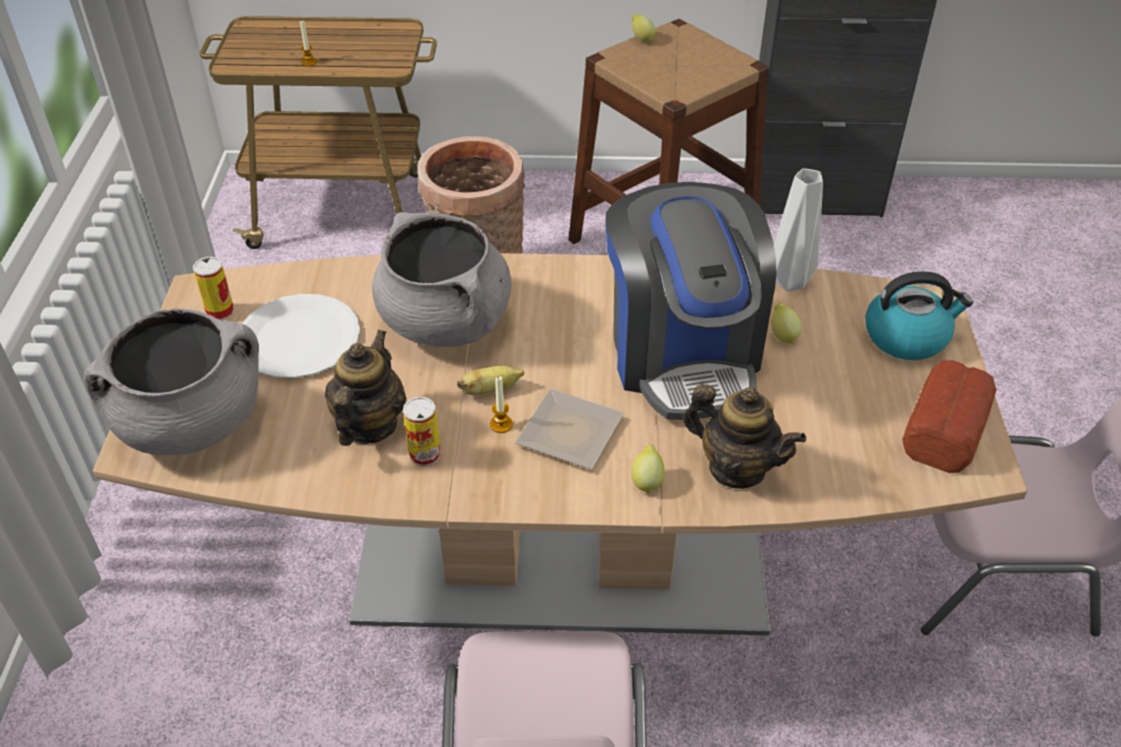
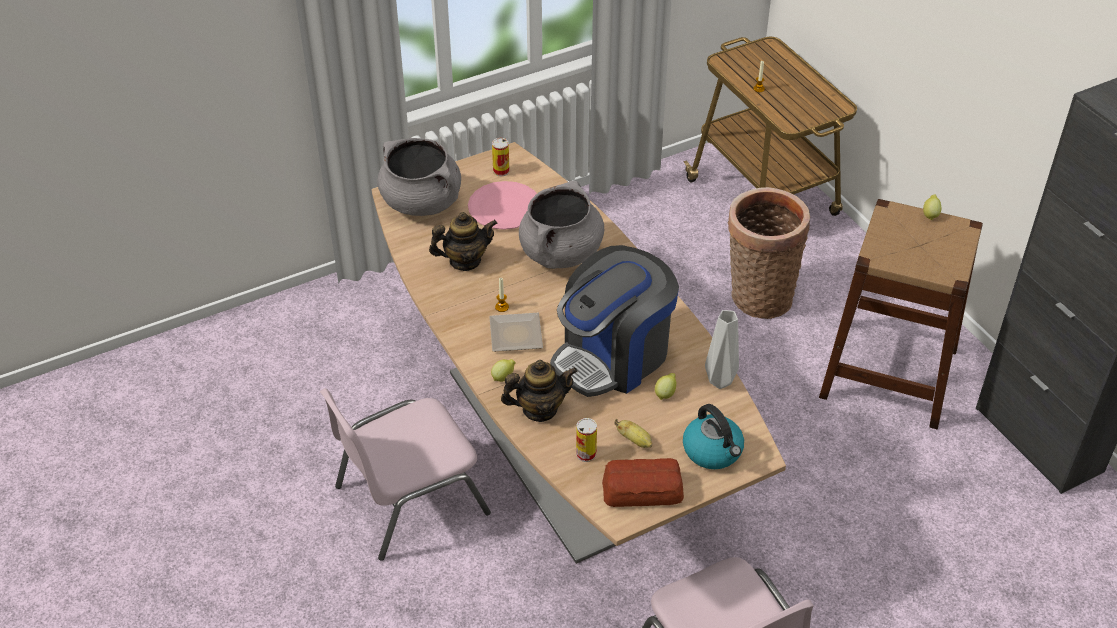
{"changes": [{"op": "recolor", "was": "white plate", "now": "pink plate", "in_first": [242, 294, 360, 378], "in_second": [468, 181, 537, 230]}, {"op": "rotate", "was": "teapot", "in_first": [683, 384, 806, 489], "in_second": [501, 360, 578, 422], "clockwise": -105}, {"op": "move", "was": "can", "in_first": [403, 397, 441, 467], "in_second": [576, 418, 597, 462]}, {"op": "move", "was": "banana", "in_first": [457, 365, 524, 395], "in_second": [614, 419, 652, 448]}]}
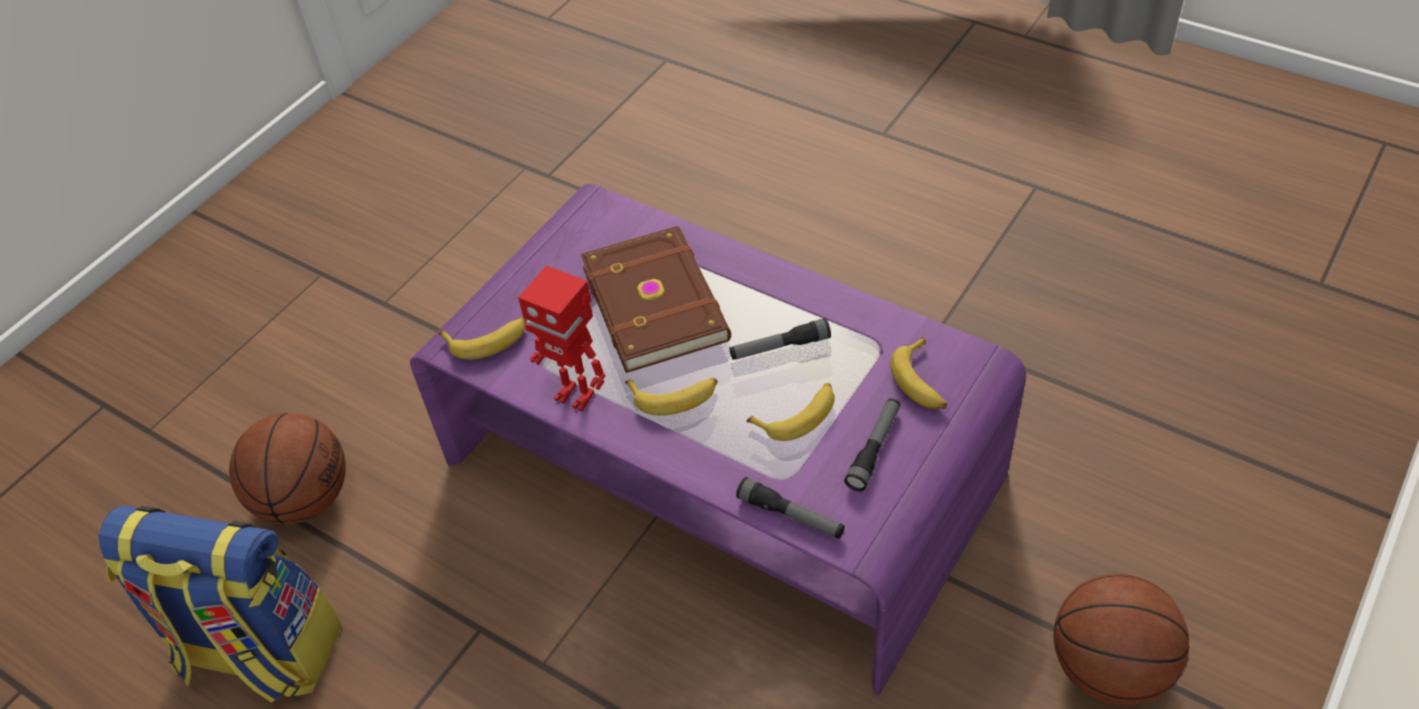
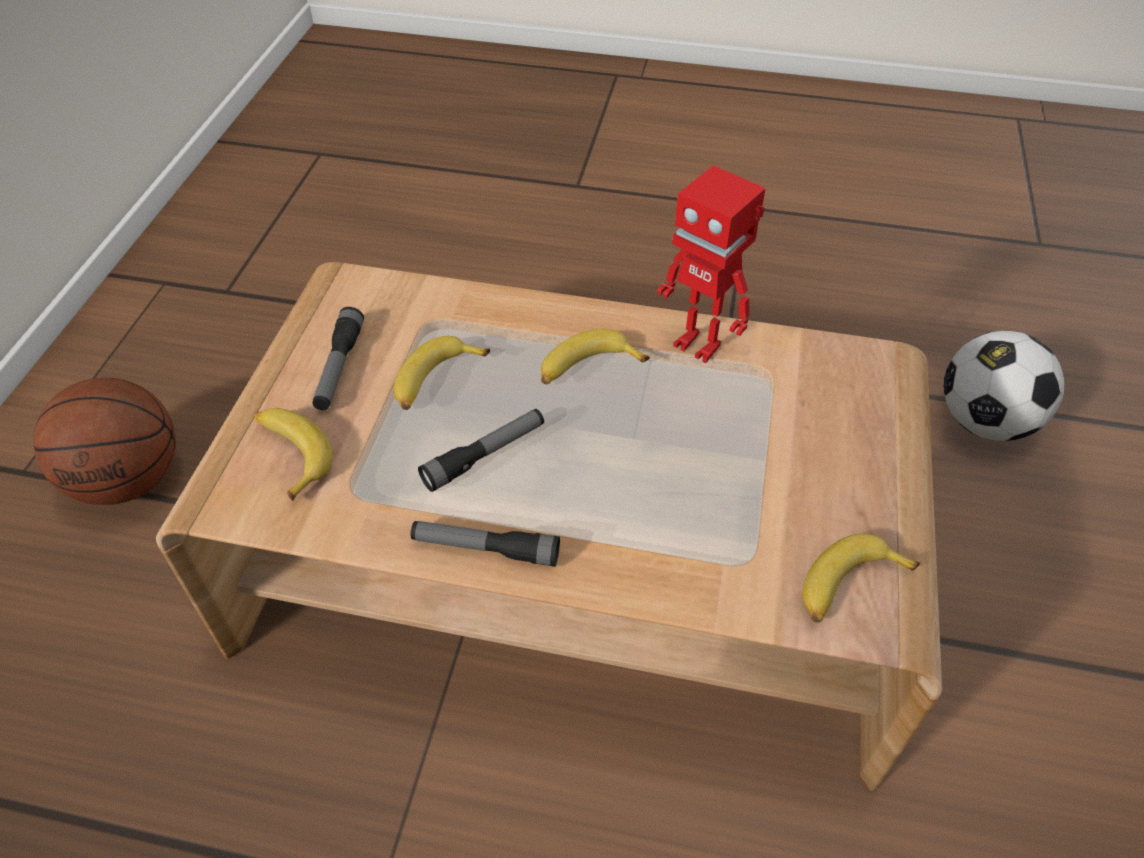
{"changes": [{"op": "recolor", "was": "purple coffee table", "now": "brown coffee table", "in_first": [410, 184, 1026, 696], "in_second": [156, 262, 942, 792]}, {"op": "move", "was": "flashlight", "in_first": [736, 477, 845, 539], "in_second": [411, 521, 560, 567]}, {"op": "rotate", "was": "toy robot", "in_first": [518, 265, 606, 412], "in_second": [657, 166, 766, 363], "clockwise": -150}, {"op": "move", "was": "banana", "in_first": [438, 317, 527, 360], "in_second": [802, 534, 920, 623]}, {"op": "replace", "was": "basketball", "now": "football", "in_first": [229, 413, 346, 524], "in_second": [943, 331, 1064, 441]}, {"op": "delete", "was": "backpack", "in_first": [98, 506, 341, 703]}, {"op": "delete", "was": "brown book", "in_first": [580, 226, 731, 373]}]}
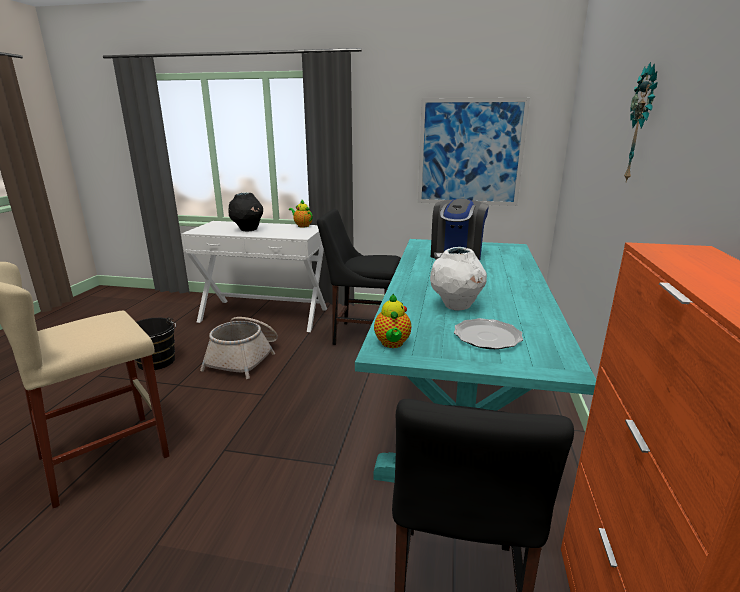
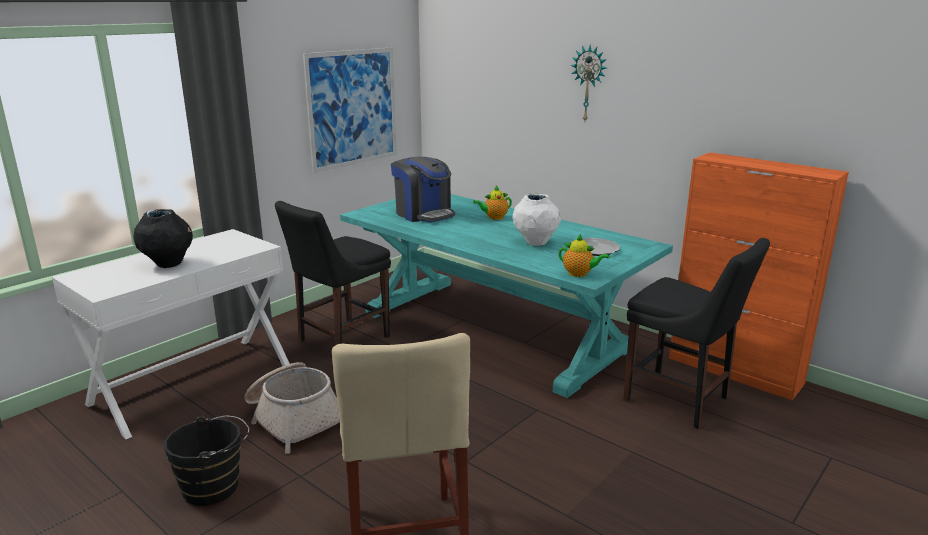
{"changes": [{"op": "move", "was": "teapot", "in_first": [289, 200, 313, 228], "in_second": [473, 186, 512, 220]}]}
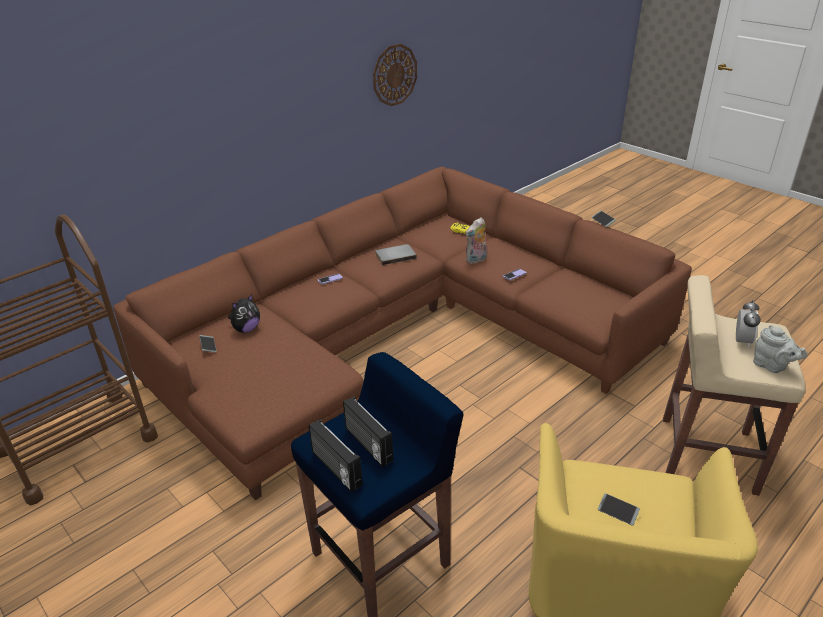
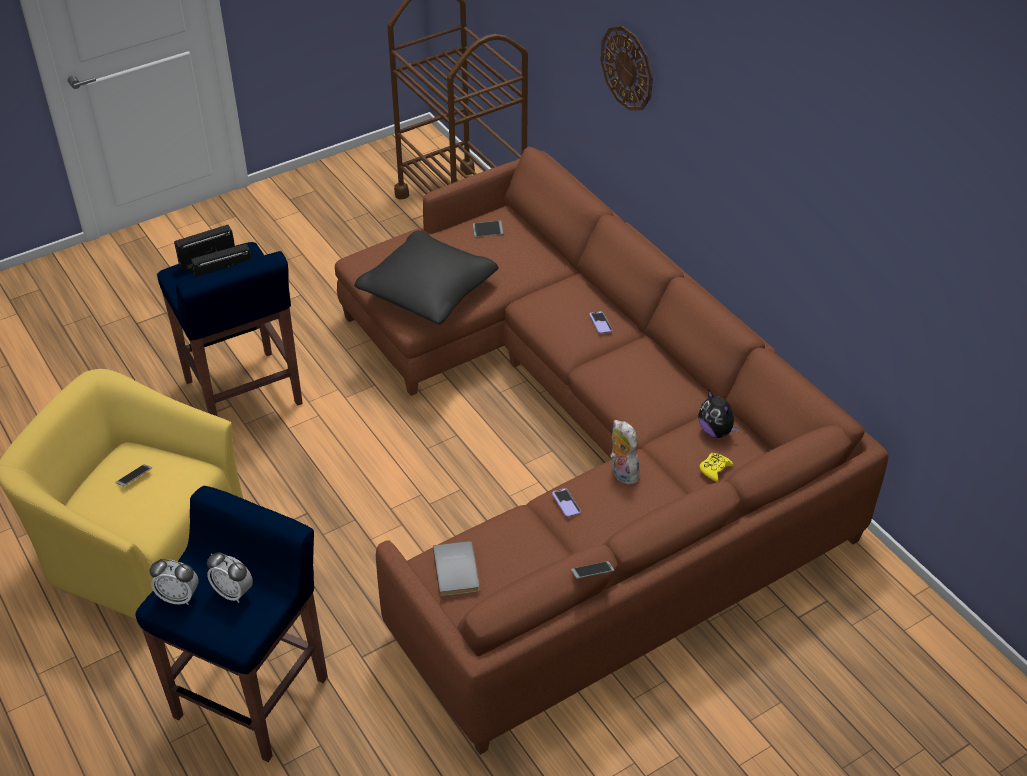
{"changes": [{"op": "recolor", "was": "beige stool", "now": "blue stool", "in_first": [663, 275, 806, 496], "in_second": [135, 486, 328, 762]}, {"op": "replace", "was": "grey teapot", "now": "alarm clock", "in_first": [753, 325, 807, 373], "in_second": [149, 559, 198, 605]}, {"op": "insert", "now": "black pillow", "in_second": [354, 231, 499, 325]}, {"op": "move", "was": "grey book", "in_first": [375, 244, 417, 265], "in_second": [433, 541, 479, 596]}, {"op": "move", "was": "wall clock", "in_first": [373, 43, 417, 106], "in_second": [600, 26, 653, 111]}, {"op": "move", "was": "plush toy", "in_first": [228, 294, 260, 332], "in_second": [698, 390, 740, 438]}]}
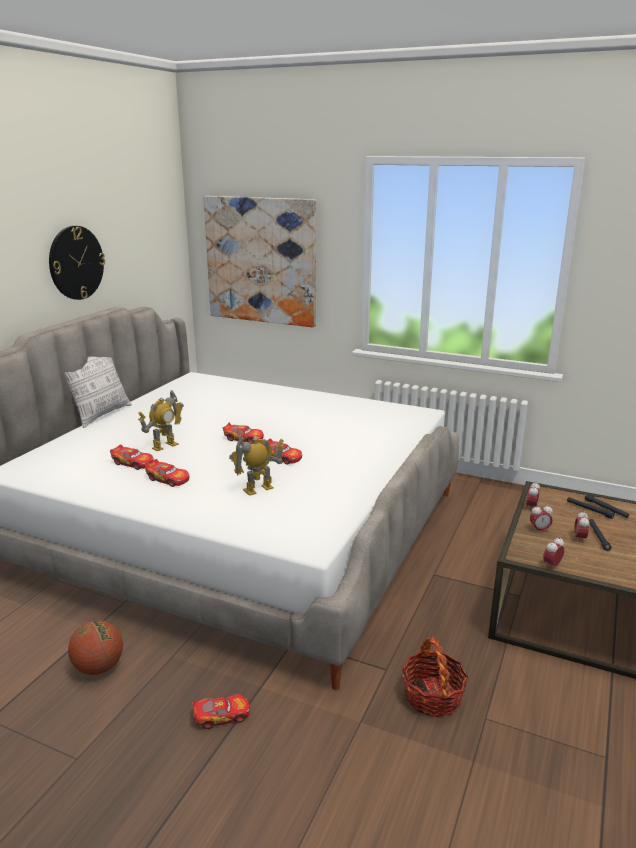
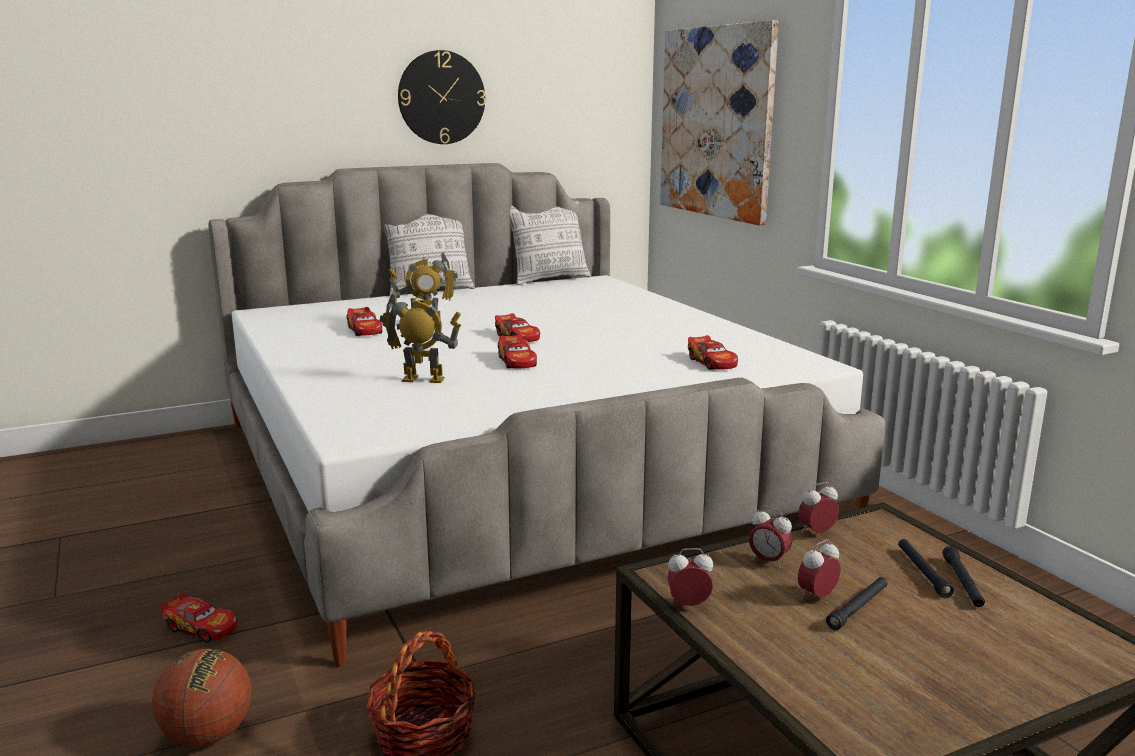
{"changes": [{"op": "move", "was": "basketball", "in_first": [68, 620, 123, 675], "in_second": [152, 649, 251, 747]}, {"op": "insert", "now": "pillow", "in_second": [510, 201, 591, 285]}, {"op": "move", "was": "toy car", "in_first": [145, 459, 189, 487], "in_second": [688, 335, 738, 370]}]}
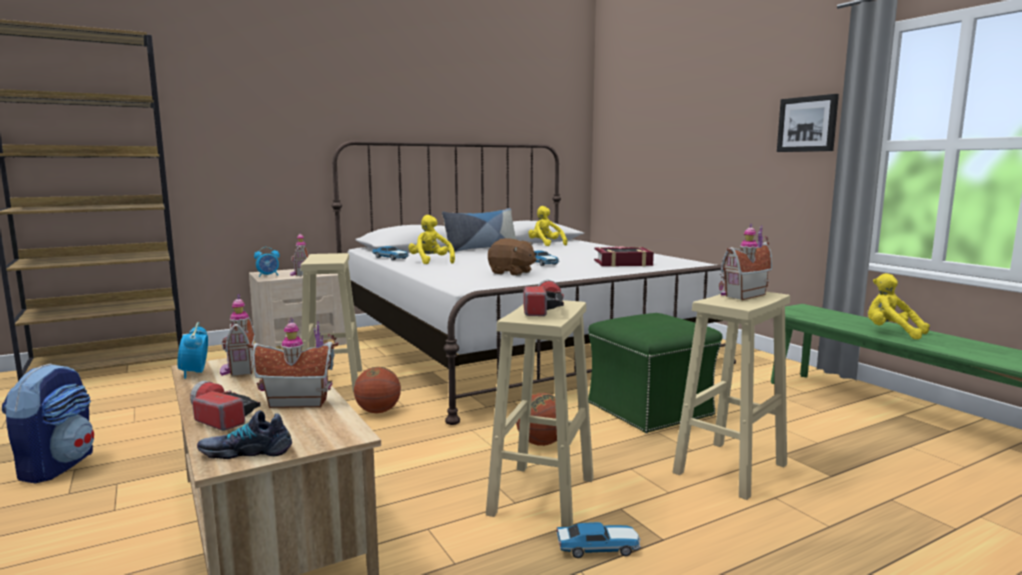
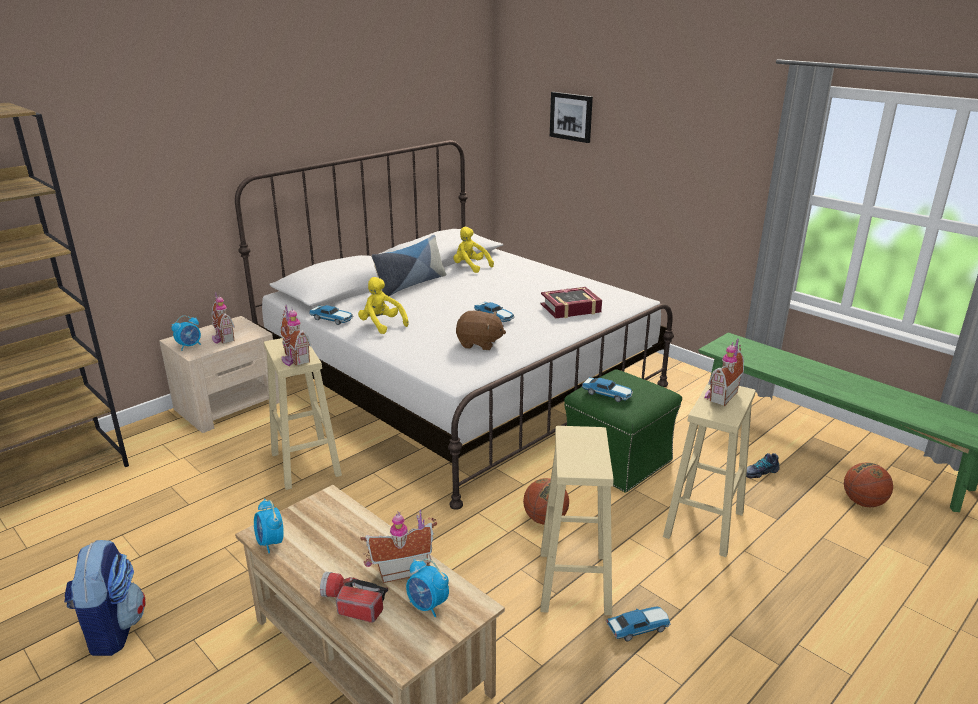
{"changes": [{"op": "move", "was": "toy house", "in_first": [220, 294, 255, 376], "in_second": [280, 304, 311, 366]}, {"op": "insert", "now": "alarm clock", "in_second": [406, 559, 449, 617]}, {"op": "move", "was": "picture", "in_first": [777, 94, 839, 152], "in_second": [550, 92, 593, 143]}, {"op": "insert", "now": "toy car", "in_second": [582, 377, 633, 402]}, {"op": "move", "was": "shoe", "in_first": [197, 410, 292, 459], "in_second": [746, 453, 779, 478]}, {"op": "move", "was": "basketball", "in_first": [354, 367, 401, 413], "in_second": [844, 462, 893, 507]}, {"op": "delete", "was": "flashlight", "in_first": [523, 280, 564, 316]}, {"op": "delete", "was": "yellow plush toy", "in_first": [868, 273, 930, 339]}]}
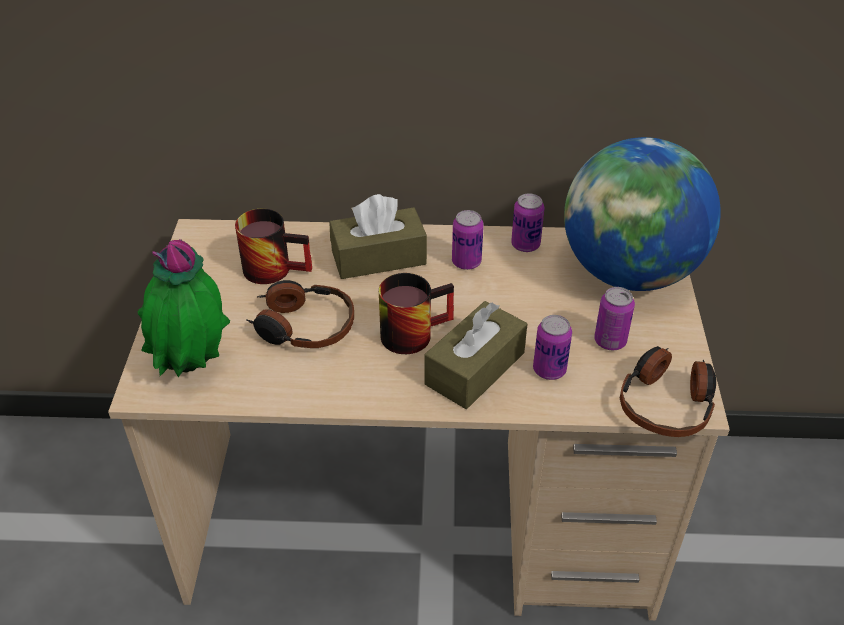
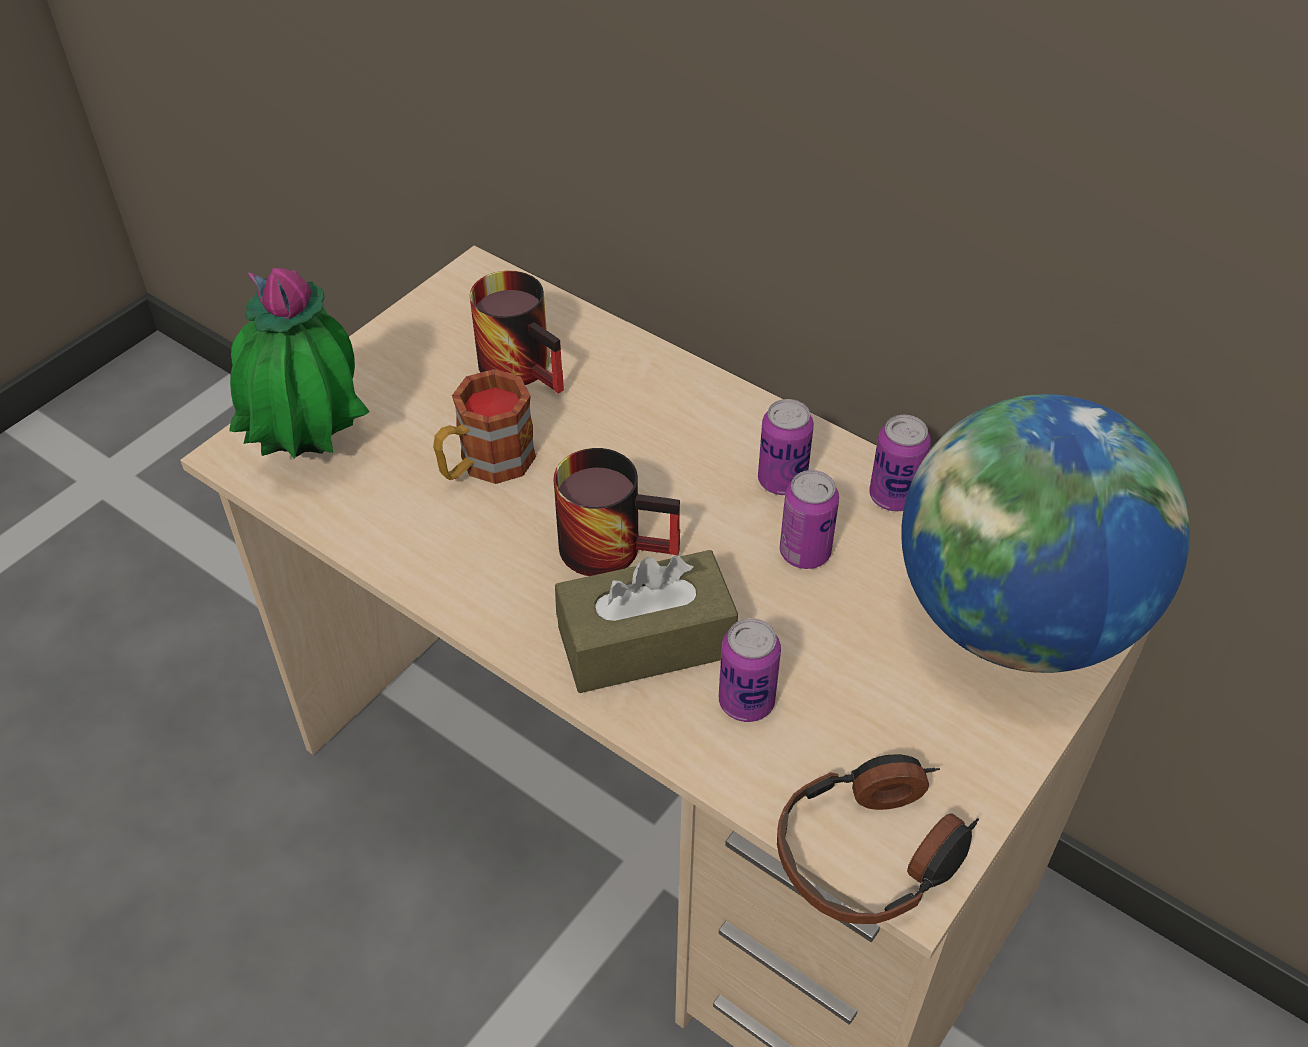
{"changes": [{"op": "replace", "was": "headphones", "now": "mug", "in_first": [247, 280, 354, 348], "in_second": [433, 369, 536, 484]}, {"op": "move", "was": "can", "in_first": [594, 287, 635, 350], "in_second": [780, 470, 839, 569]}, {"op": "delete", "was": "brown tissue box", "in_first": [329, 194, 427, 279]}]}
